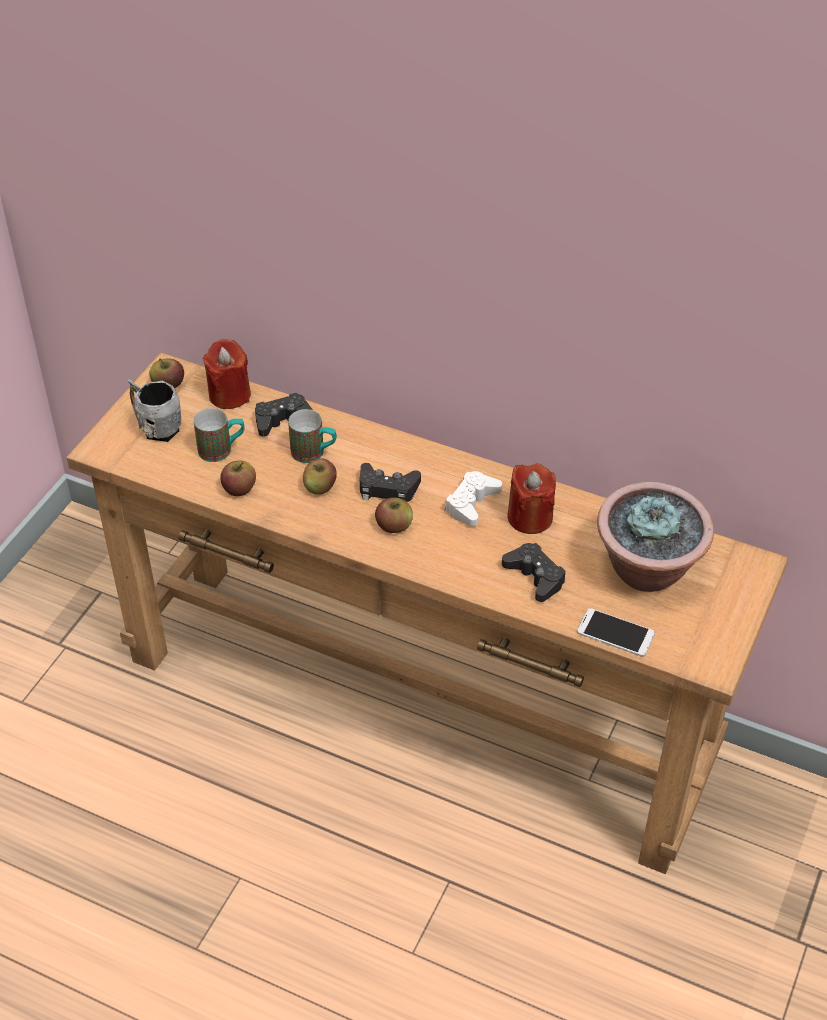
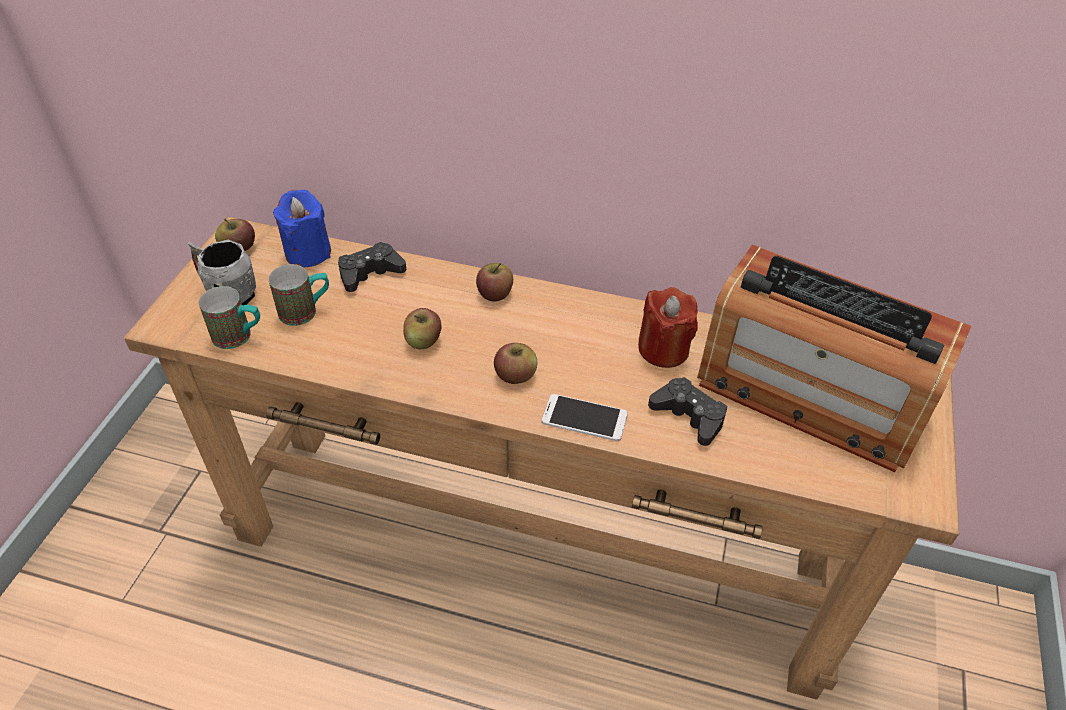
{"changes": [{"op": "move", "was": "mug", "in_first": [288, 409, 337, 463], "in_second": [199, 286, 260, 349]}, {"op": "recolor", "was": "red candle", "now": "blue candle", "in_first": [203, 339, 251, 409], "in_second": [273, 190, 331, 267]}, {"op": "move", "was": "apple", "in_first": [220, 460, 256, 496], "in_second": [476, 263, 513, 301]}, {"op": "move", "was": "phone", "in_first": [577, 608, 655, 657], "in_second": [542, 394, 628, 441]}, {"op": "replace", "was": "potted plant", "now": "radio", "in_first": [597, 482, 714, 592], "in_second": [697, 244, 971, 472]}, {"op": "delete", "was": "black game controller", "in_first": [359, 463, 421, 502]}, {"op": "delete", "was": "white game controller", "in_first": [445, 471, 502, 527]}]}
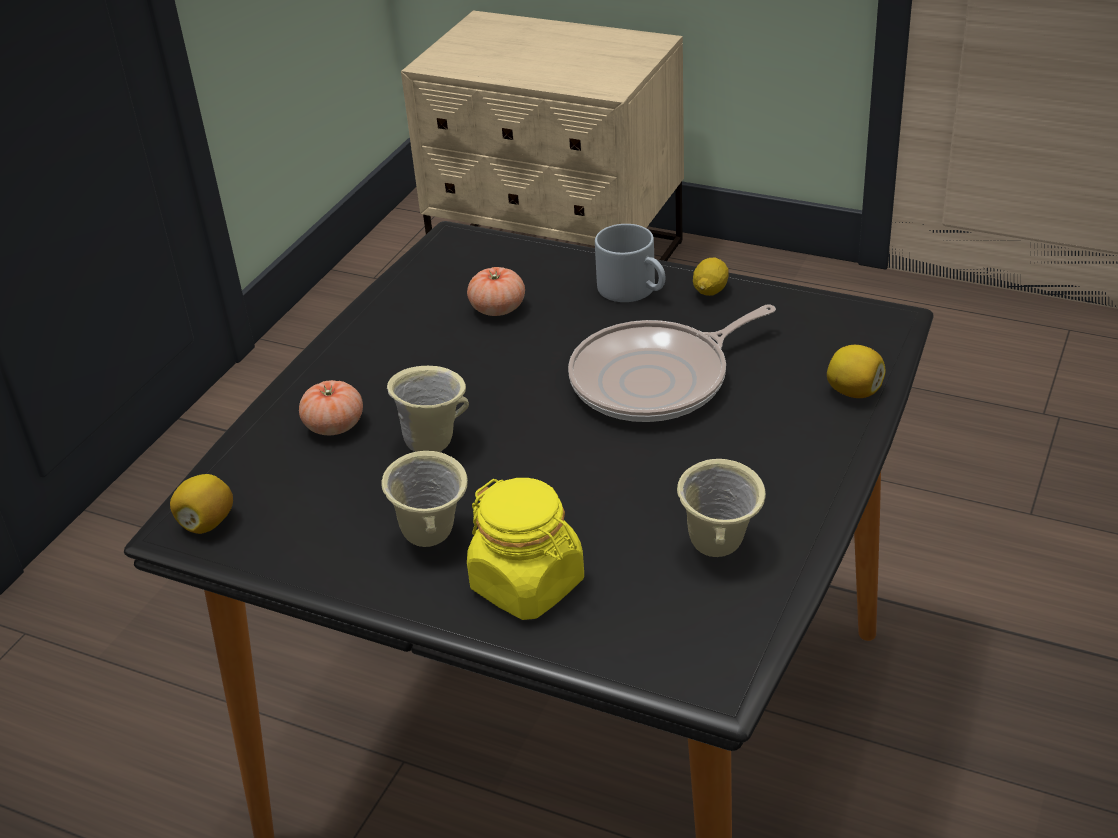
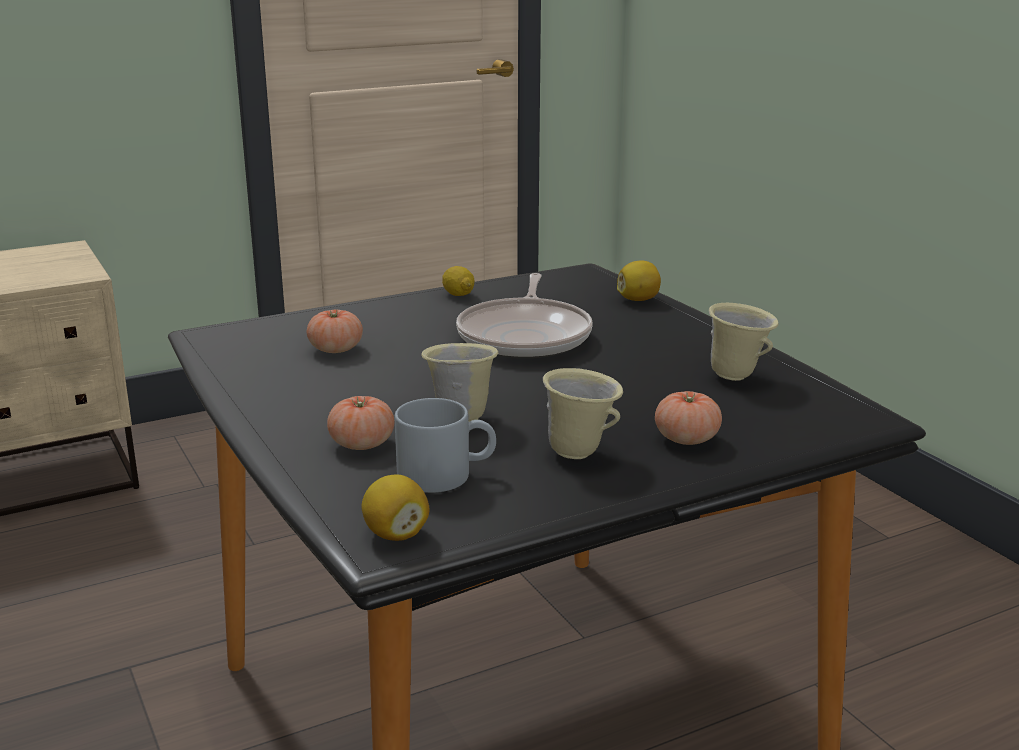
{"changes": [{"op": "move", "was": "grey mug", "in_first": [595, 224, 665, 302], "in_second": [395, 398, 496, 493]}, {"op": "replace", "was": "yellow jar", "now": "tomato", "in_first": [467, 478, 584, 620], "in_second": [655, 391, 722, 445]}]}
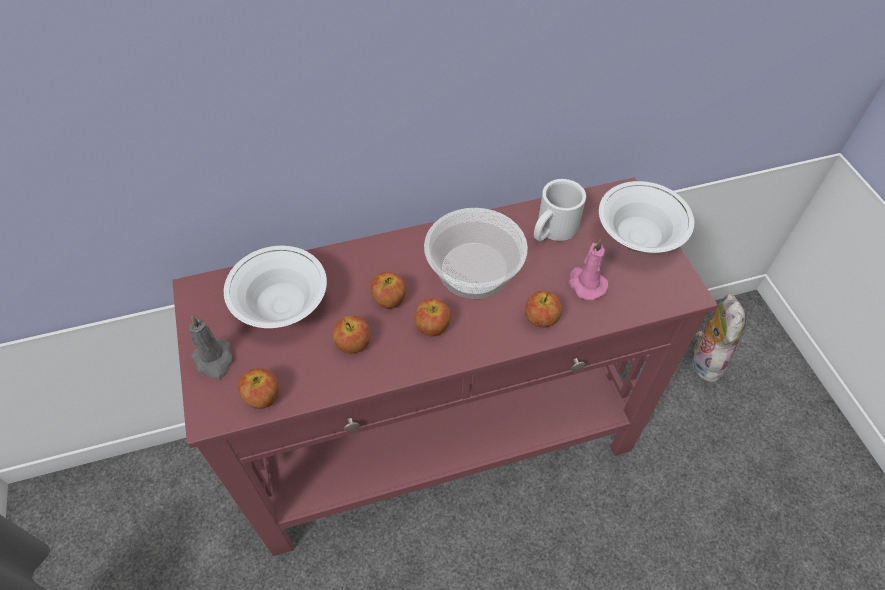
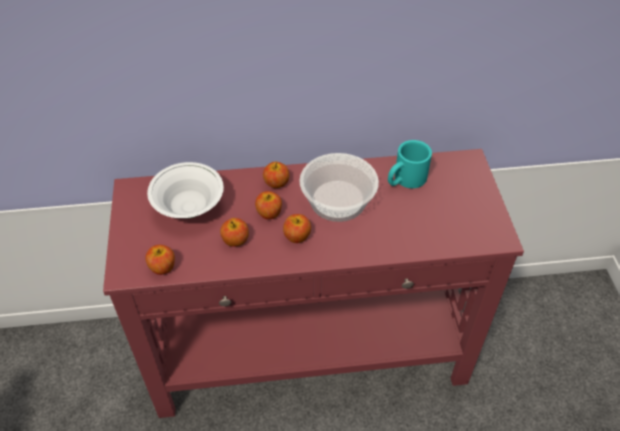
{"changes": [{"op": "move", "was": "apple", "in_first": [525, 291, 562, 328], "in_second": [263, 162, 289, 188]}, {"op": "recolor", "was": "white mug", "now": "turquoise mug", "in_first": [534, 179, 586, 241], "in_second": [388, 140, 432, 188]}, {"op": "delete", "was": "grey candle", "in_first": [189, 316, 233, 380]}, {"op": "delete", "was": "pink candle", "in_first": [569, 238, 608, 300]}, {"op": "delete", "was": "white bowl", "in_first": [599, 181, 694, 253]}, {"op": "delete", "was": "plush toy", "in_first": [688, 293, 746, 386]}]}
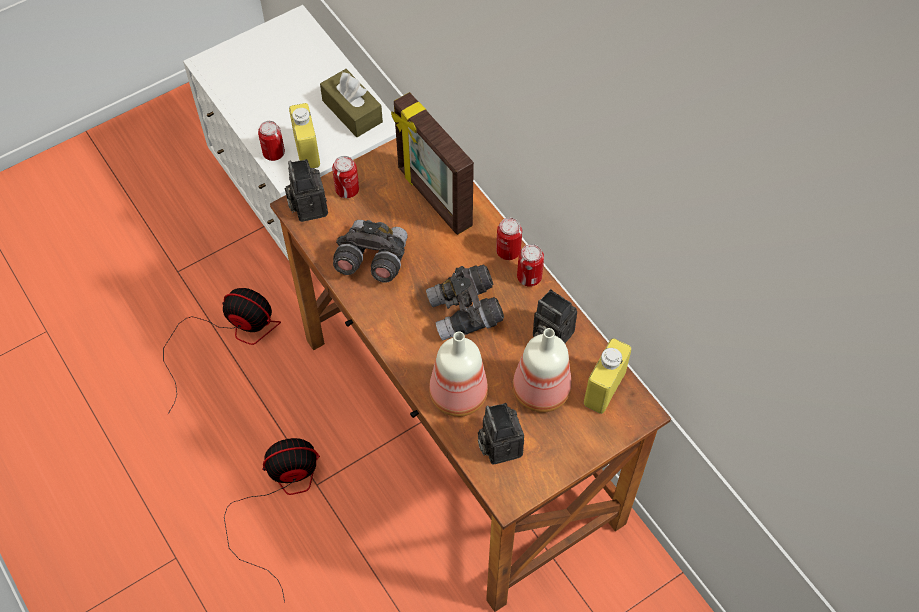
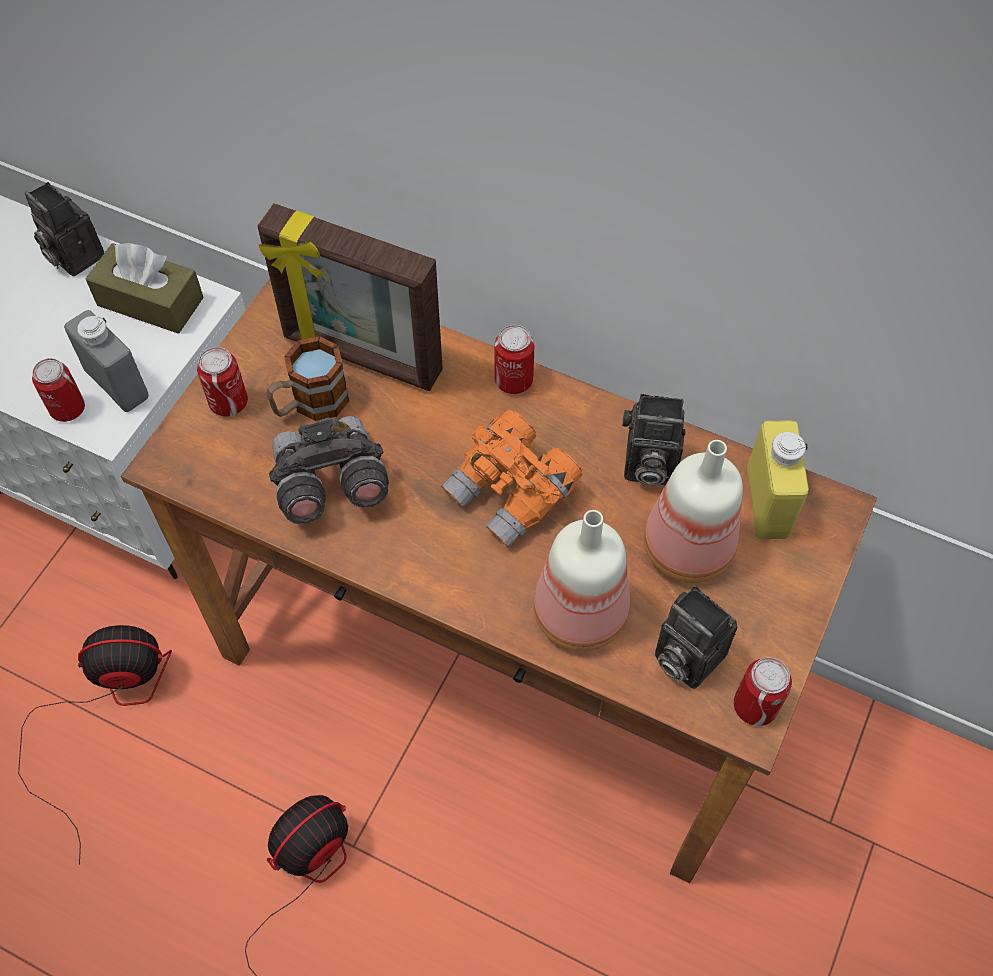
{"changes": [{"op": "move", "was": "photo camera", "in_first": [285, 159, 328, 222], "in_second": [25, 182, 104, 276]}, {"op": "recolor", "was": "yellow bottle", "now": "grey bottle", "in_first": [289, 103, 320, 168], "in_second": [64, 310, 149, 412]}, {"op": "insert", "now": "mug", "in_second": [266, 336, 349, 421]}, {"op": "recolor", "was": "grey binoculars", "now": "orange binoculars", "in_first": [426, 264, 504, 340], "in_second": [441, 410, 582, 548]}, {"op": "move", "was": "can", "in_first": [517, 244, 544, 287], "in_second": [734, 657, 792, 726]}]}
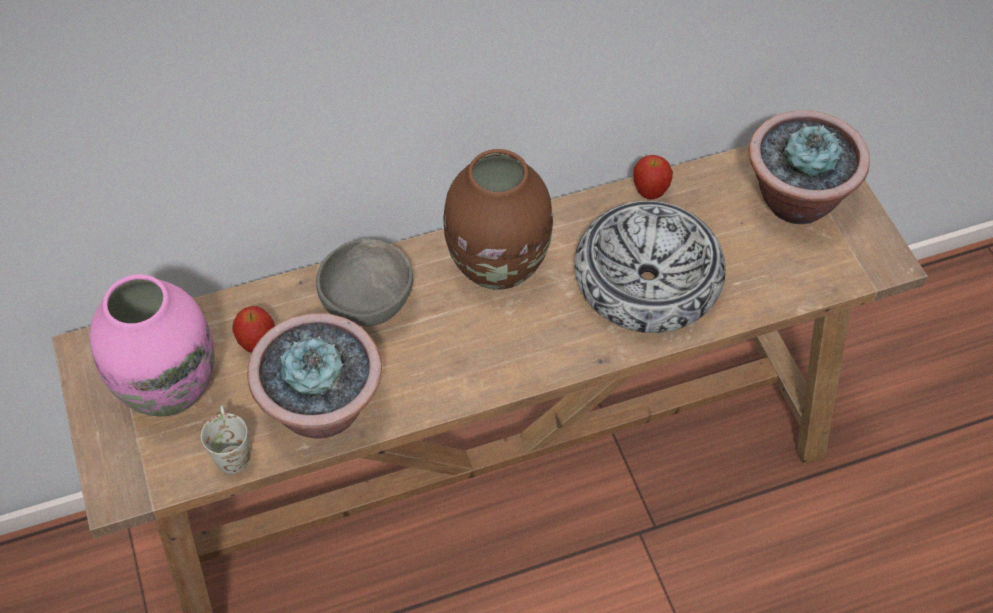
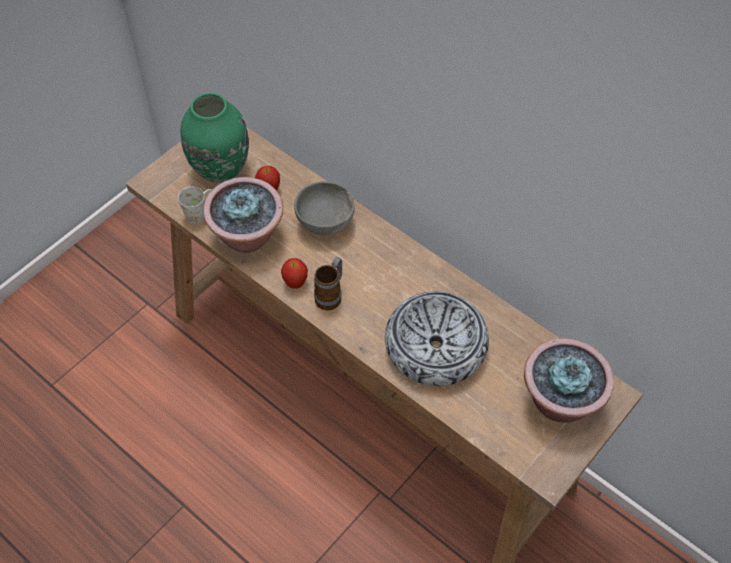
{"changes": [{"op": "recolor", "was": "pink vase", "now": "green vase", "in_first": [89, 274, 214, 416], "in_second": [180, 93, 249, 183]}, {"op": "move", "was": "apple", "in_first": [633, 155, 673, 200], "in_second": [281, 258, 308, 289]}, {"op": "insert", "now": "mug", "in_second": [314, 257, 342, 310]}, {"op": "delete", "was": "brown vase", "in_first": [444, 149, 553, 290]}]}
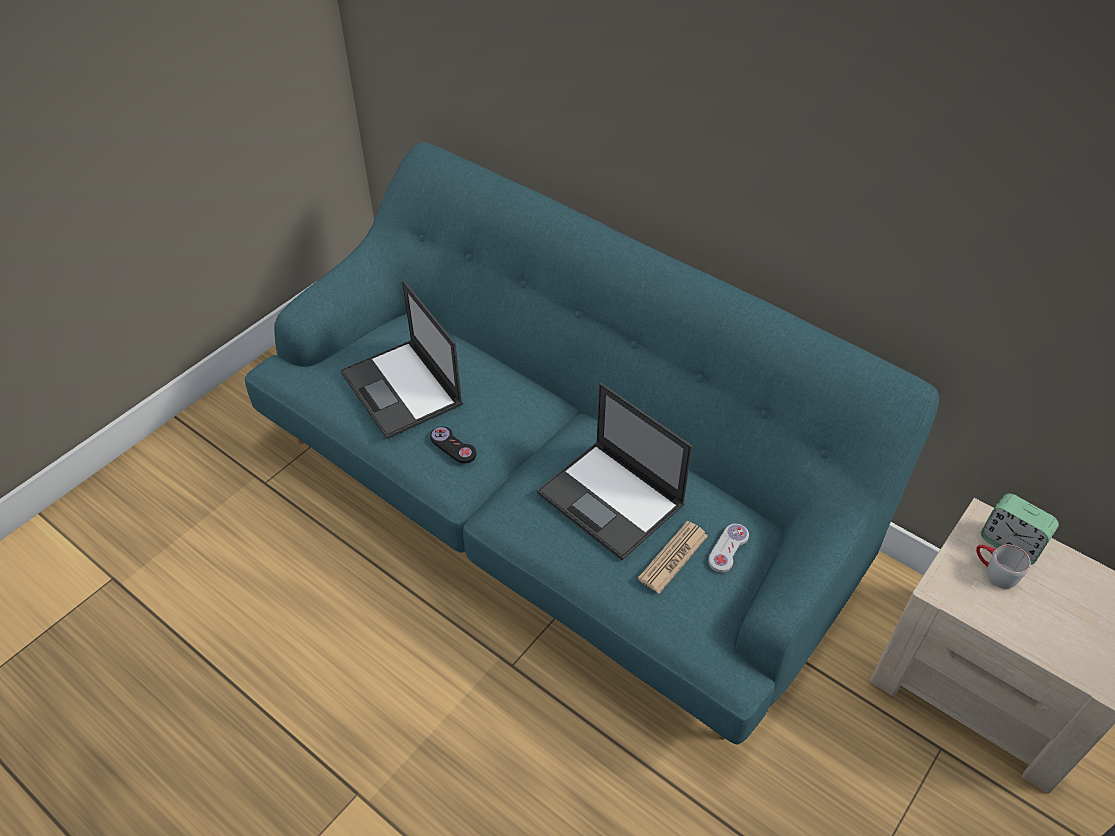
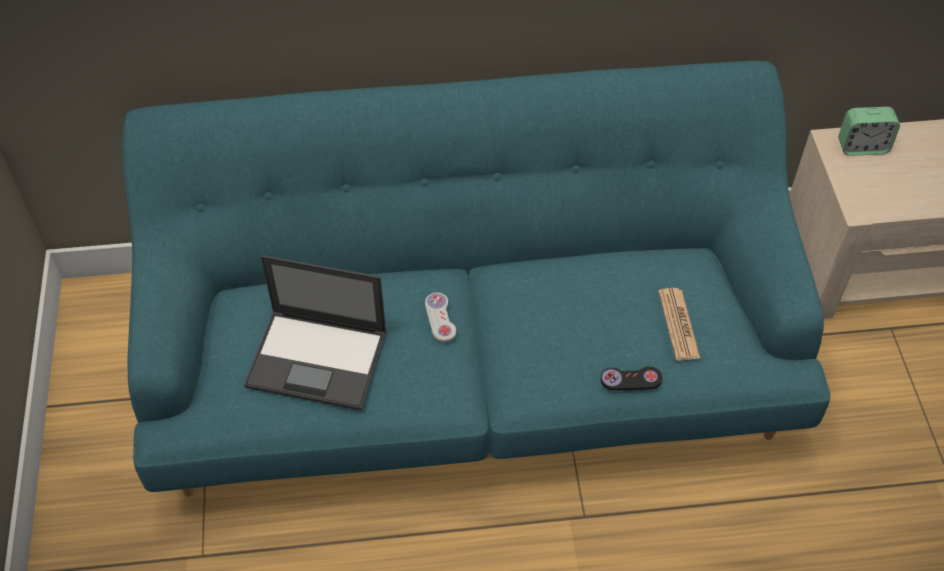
{"changes": [{"op": "move", "was": "white game controller", "in_first": [708, 524, 749, 573], "in_second": [425, 292, 456, 342]}, {"op": "move", "was": "black game controller", "in_first": [430, 426, 476, 464], "in_second": [600, 366, 662, 391]}, {"op": "delete", "was": "laptop", "in_first": [537, 383, 693, 560]}, {"op": "delete", "was": "grey mug", "in_first": [976, 545, 1030, 589]}]}
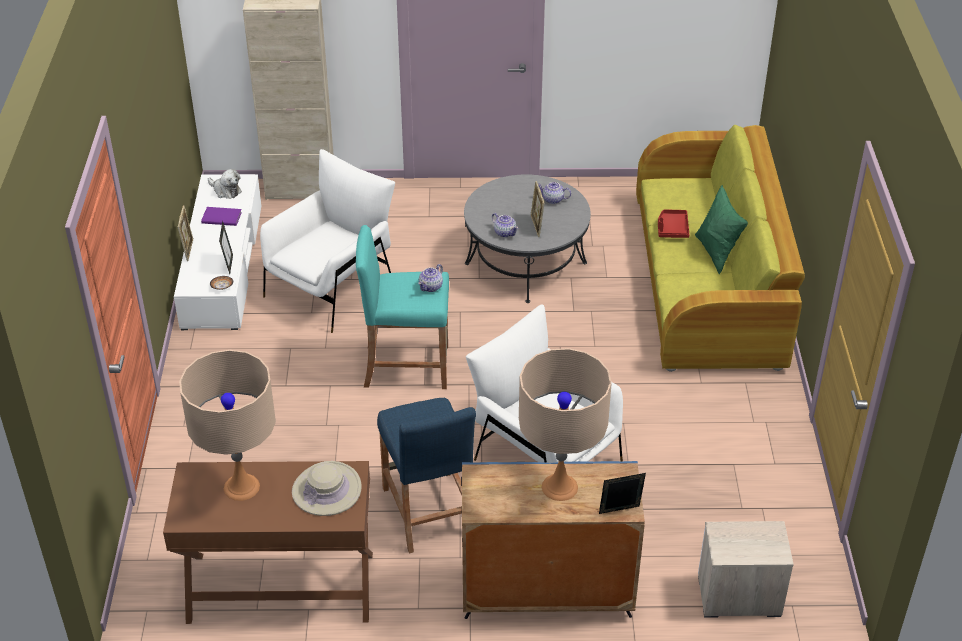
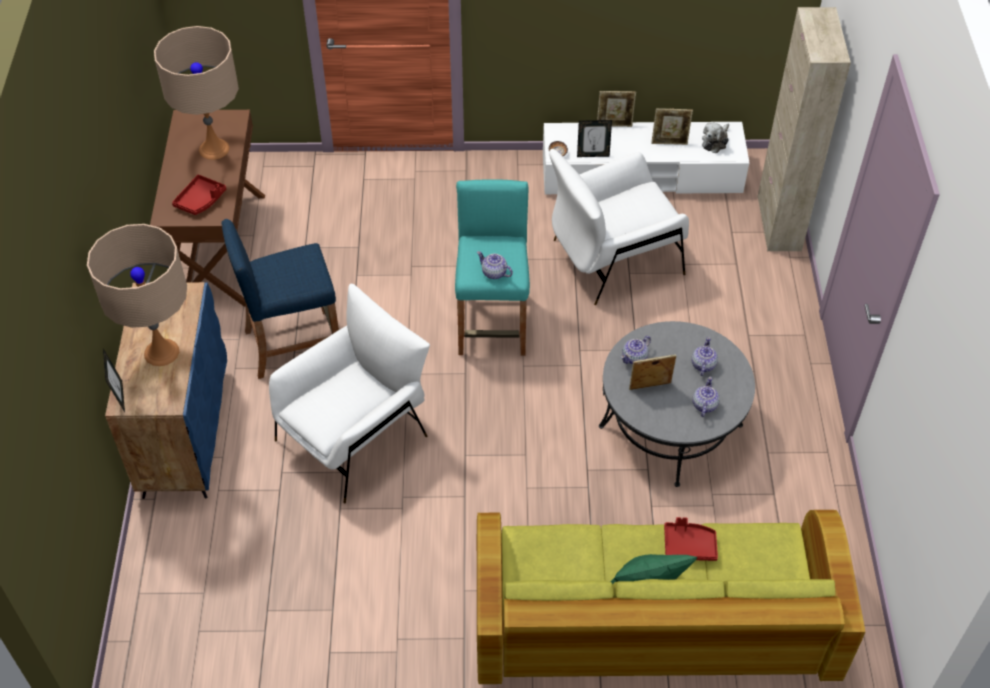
{"changes": [{"op": "replace", "was": "beige hat", "now": "red tray", "in_first": [292, 461, 361, 516], "in_second": [172, 174, 226, 215]}, {"op": "rotate", "was": "white armchair", "in_first": [260, 149, 395, 333], "in_second": [549, 149, 689, 305], "clockwise": 120}, {"op": "replace", "was": "purple book", "now": "picture frame", "in_first": [201, 207, 242, 226], "in_second": [651, 108, 693, 145]}, {"op": "insert", "now": "teapot", "in_second": [692, 337, 718, 376]}, {"op": "delete", "was": "nightstand", "in_first": [698, 521, 794, 618]}]}
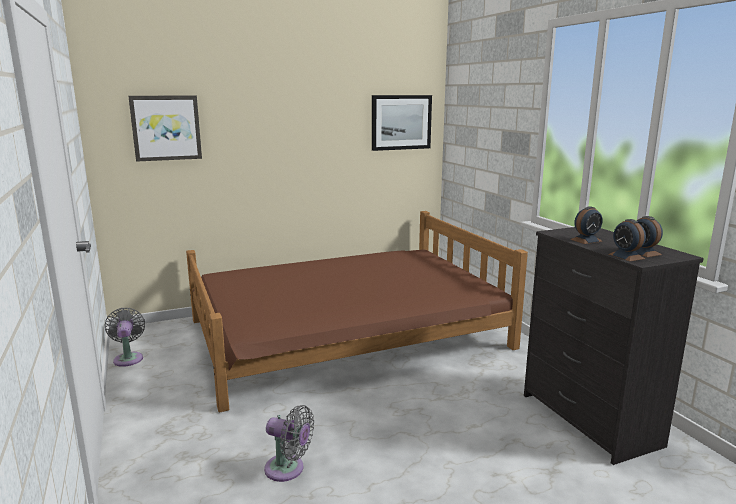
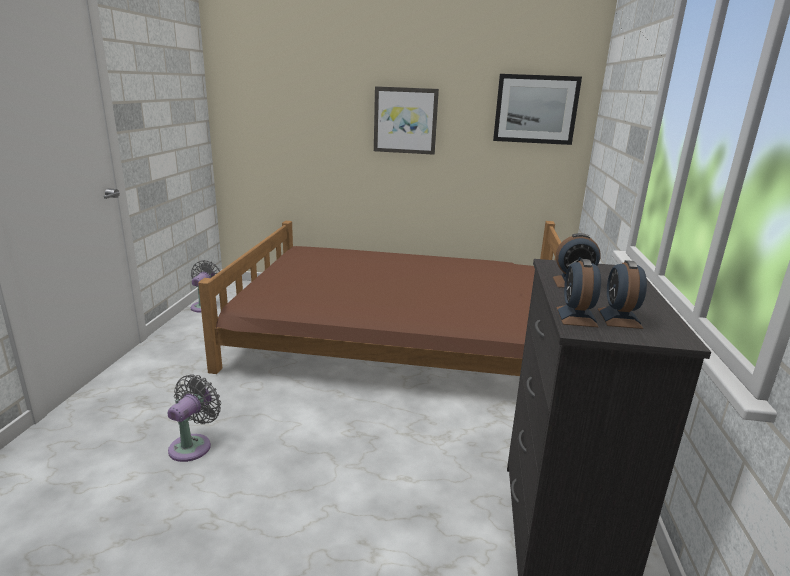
{"changes": [{"op": "rotate", "was": "grey fan", "in_first": [264, 405, 314, 482], "in_second": [167, 374, 221, 462], "clockwise": -120}, {"op": "move", "was": "picture", "in_first": [128, 96, 202, 162], "in_second": [374, 86, 439, 155]}]}
